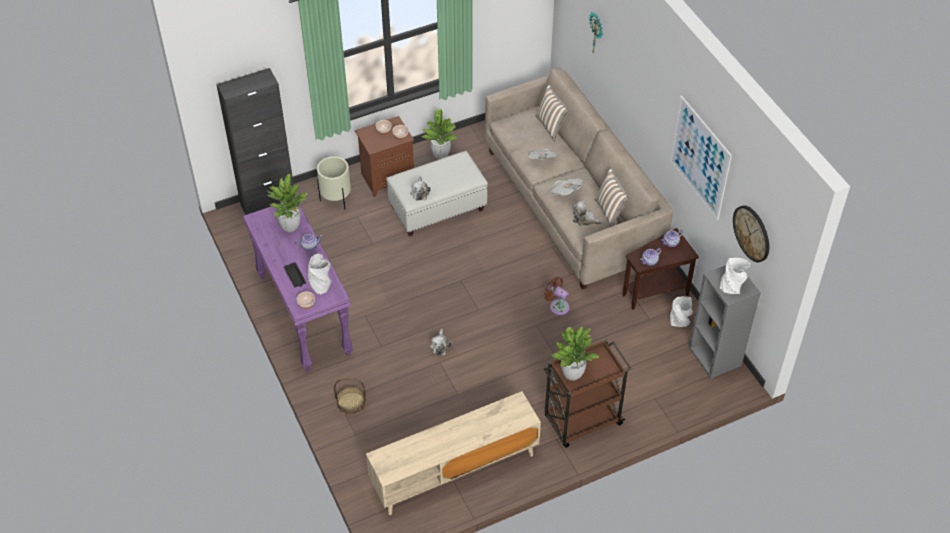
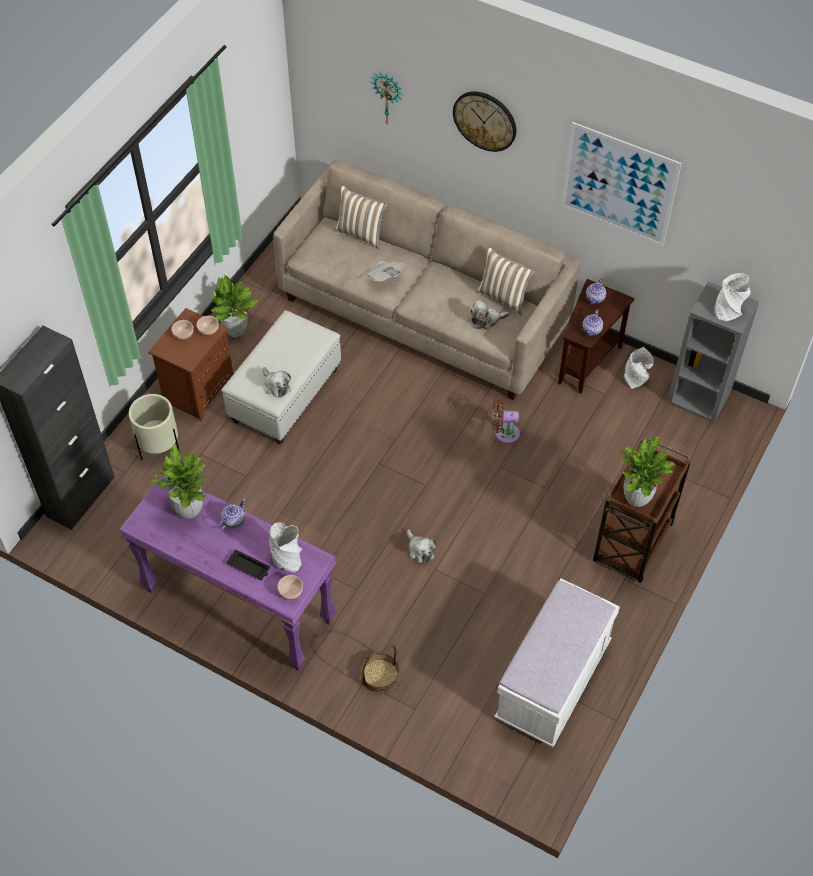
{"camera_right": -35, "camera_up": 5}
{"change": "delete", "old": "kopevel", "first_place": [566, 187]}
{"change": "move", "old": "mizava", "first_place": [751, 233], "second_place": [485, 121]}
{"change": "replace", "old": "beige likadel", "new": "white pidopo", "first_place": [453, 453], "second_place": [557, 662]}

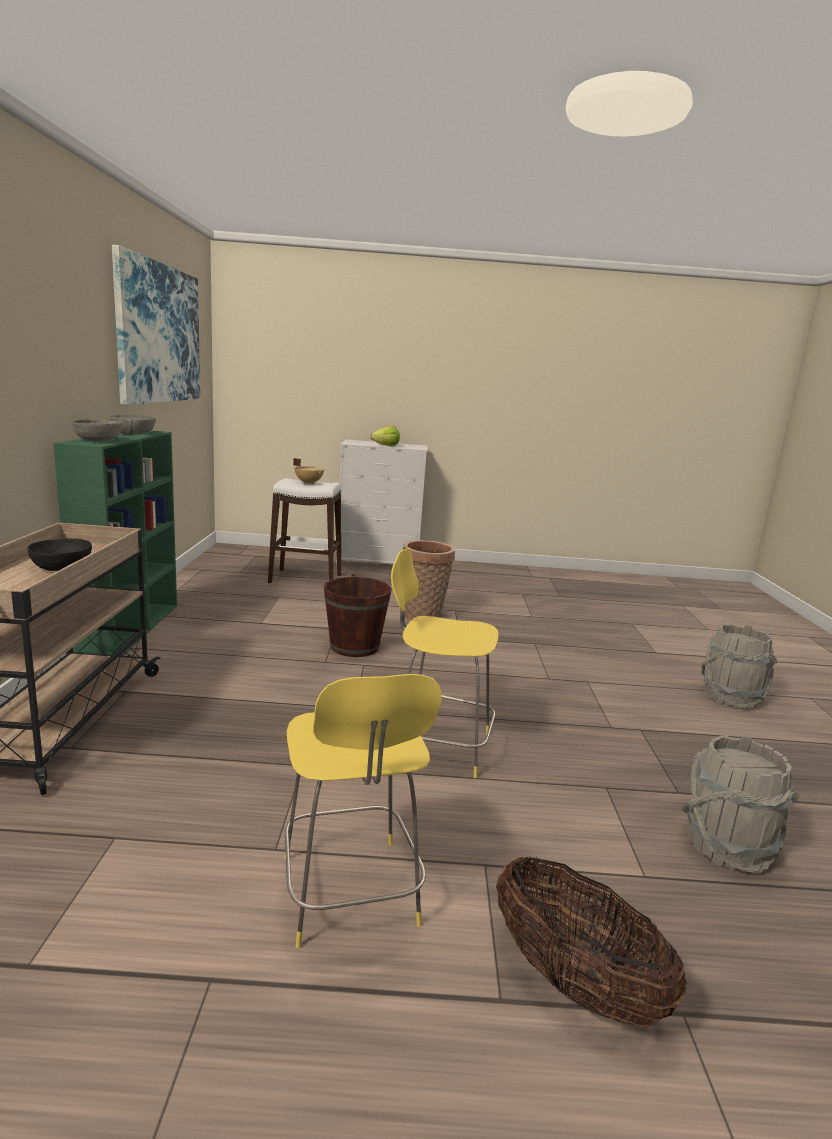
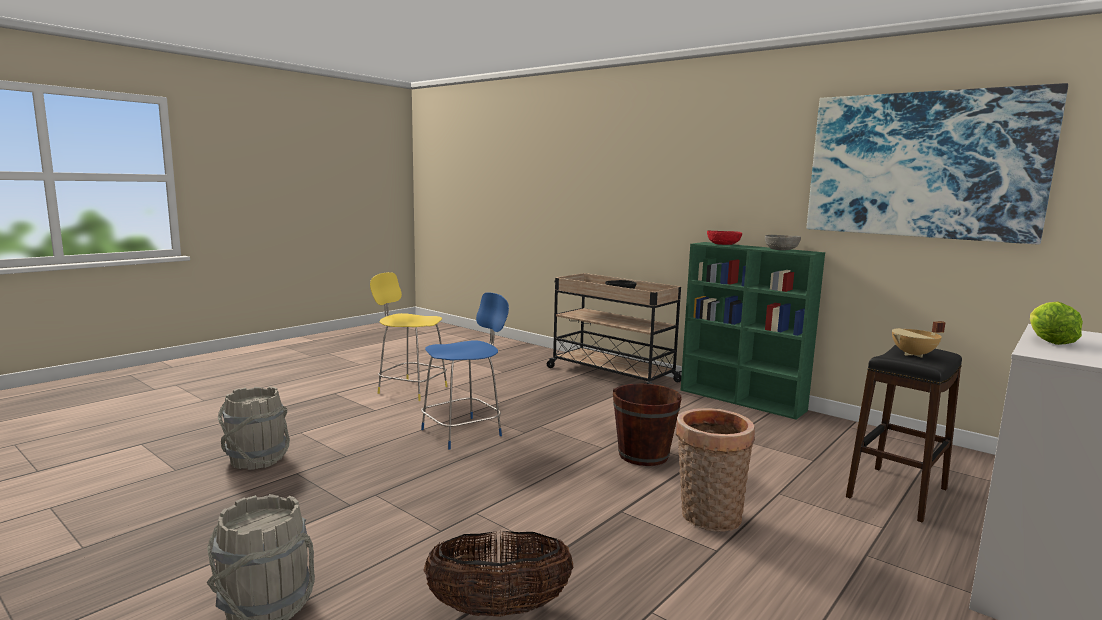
{"camera_right": 130, "camera_up": -5}
{"change": "recolor", "old": "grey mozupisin", "new": "red mozupisin", "first_place": [97, 430], "second_place": [724, 238]}
{"change": "recolor", "old": "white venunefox", "new": "black venunefox", "first_place": [304, 530], "second_place": [904, 434]}
{"change": "recolor", "old": "yellow venunefox", "new": "blue venunefox", "first_place": [445, 663], "second_place": [465, 370]}
{"change": "move", "old": "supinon", "first_place": [591, 941], "second_place": [498, 574]}

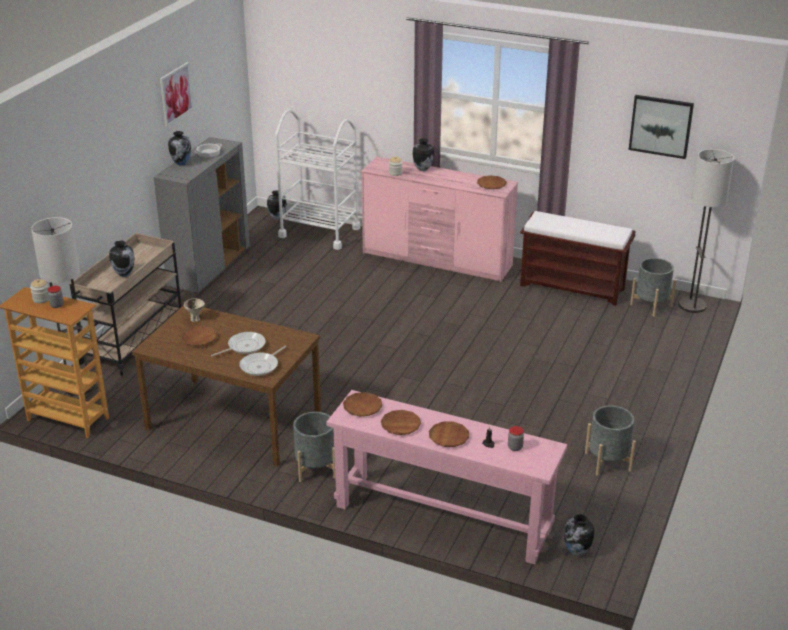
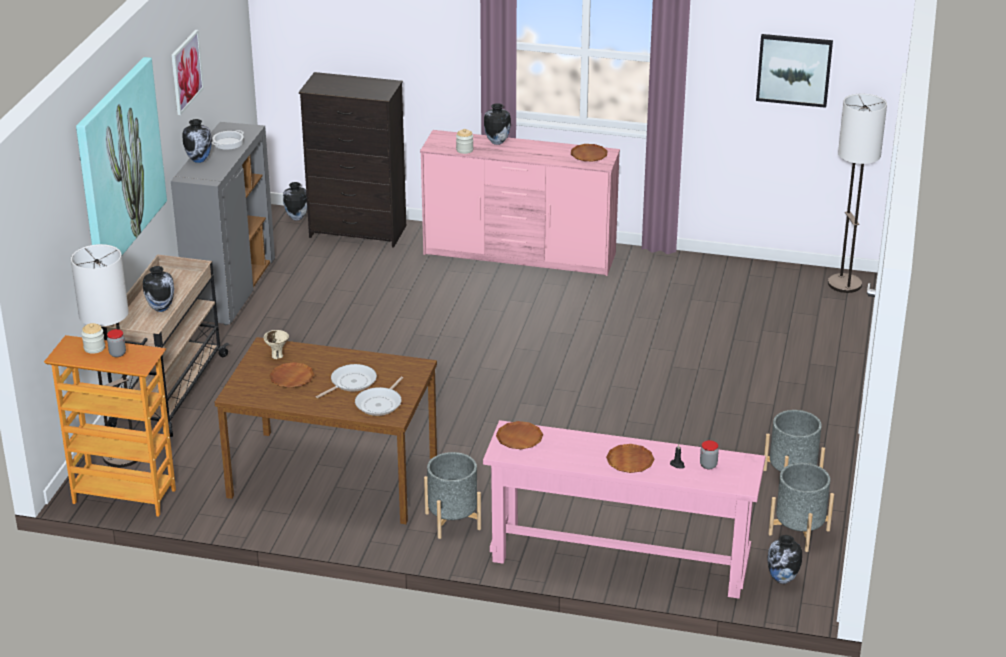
{"camera_right": -10, "camera_up": 0}
{"change": "replace", "old": "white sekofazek", "new": "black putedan", "first_place": [317, 179], "second_place": [352, 160]}
{"change": "delete", "old": "brown pidopo", "first_place": [578, 258]}
{"change": "move", "old": "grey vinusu", "first_place": [653, 287], "second_place": [801, 507]}
{"change": "delete", "old": "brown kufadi", "first_place": [401, 422]}
{"change": "insert", "new": "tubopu", "second_place": [121, 156]}

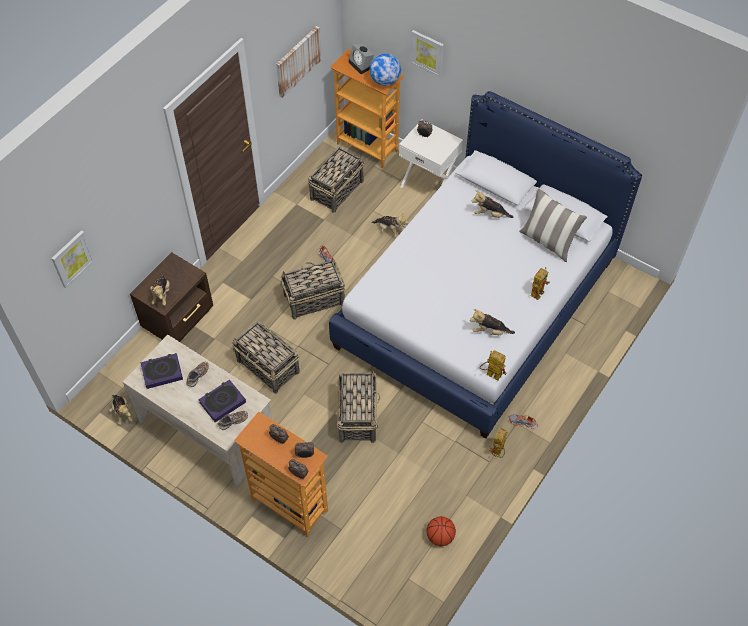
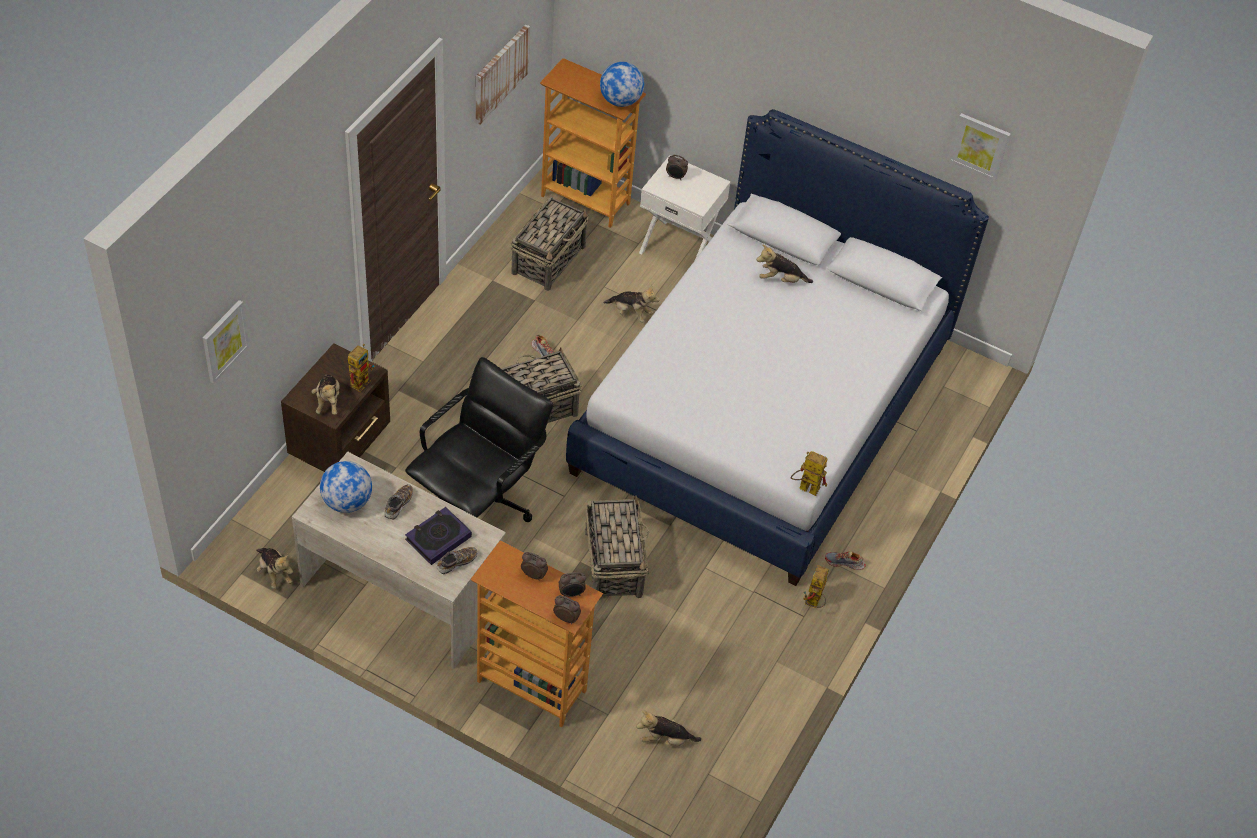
{"camera_right": -10, "camera_up": -5}
{"change": "move", "old": "tubopu", "first_place": [427, 53], "second_place": [979, 147]}
{"change": "delete", "old": "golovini", "first_place": [361, 58]}
{"change": "delete", "old": "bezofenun", "first_place": [553, 224]}
{"change": "move", "old": "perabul", "first_place": [540, 283], "second_place": [361, 368]}
{"change": "move", "old": "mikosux", "first_place": [492, 322], "second_place": [668, 728]}
{"change": "replace", "old": "supinon", "new": "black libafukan", "first_place": [266, 357], "second_place": [479, 439]}
{"change": "replace", "old": "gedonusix", "new": "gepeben", "first_place": [162, 371], "second_place": [346, 487]}
{"change": "delete", "old": "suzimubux", "first_place": [441, 531]}

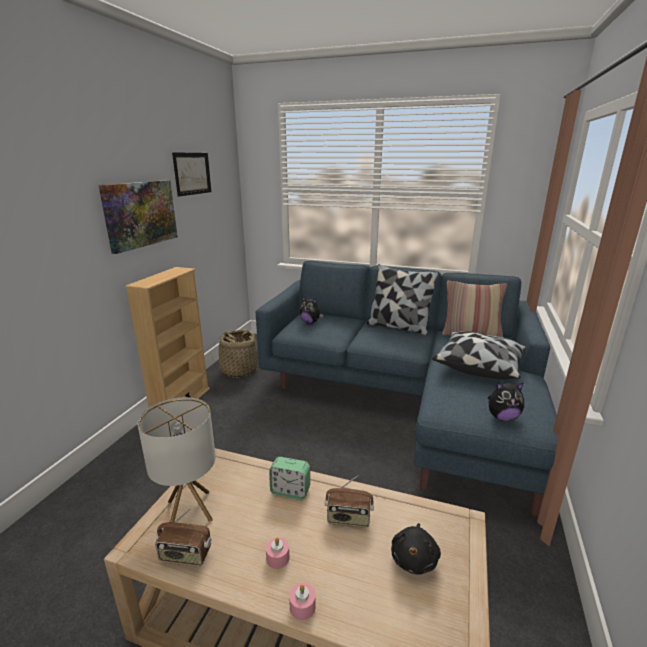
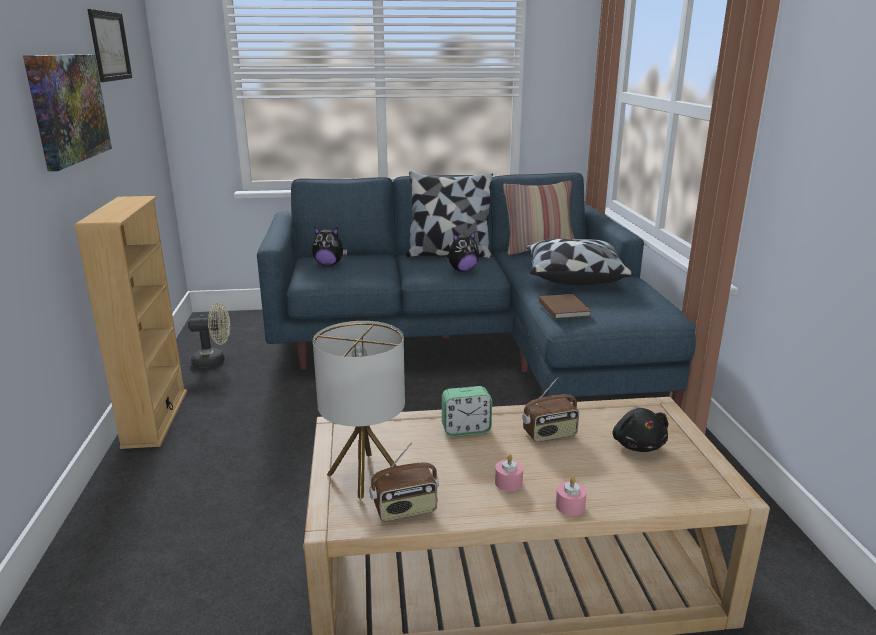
{"camera_right": -25, "camera_up": 0}
{"change": "replace", "old": "supinon", "new": "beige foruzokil", "first_place": [235, 354], "second_place": [209, 335]}
{"change": "move", "old": "mikosux", "first_place": [506, 402], "second_place": [463, 251]}
{"change": "insert", "new": "brown gedonusix", "second_place": [565, 306]}

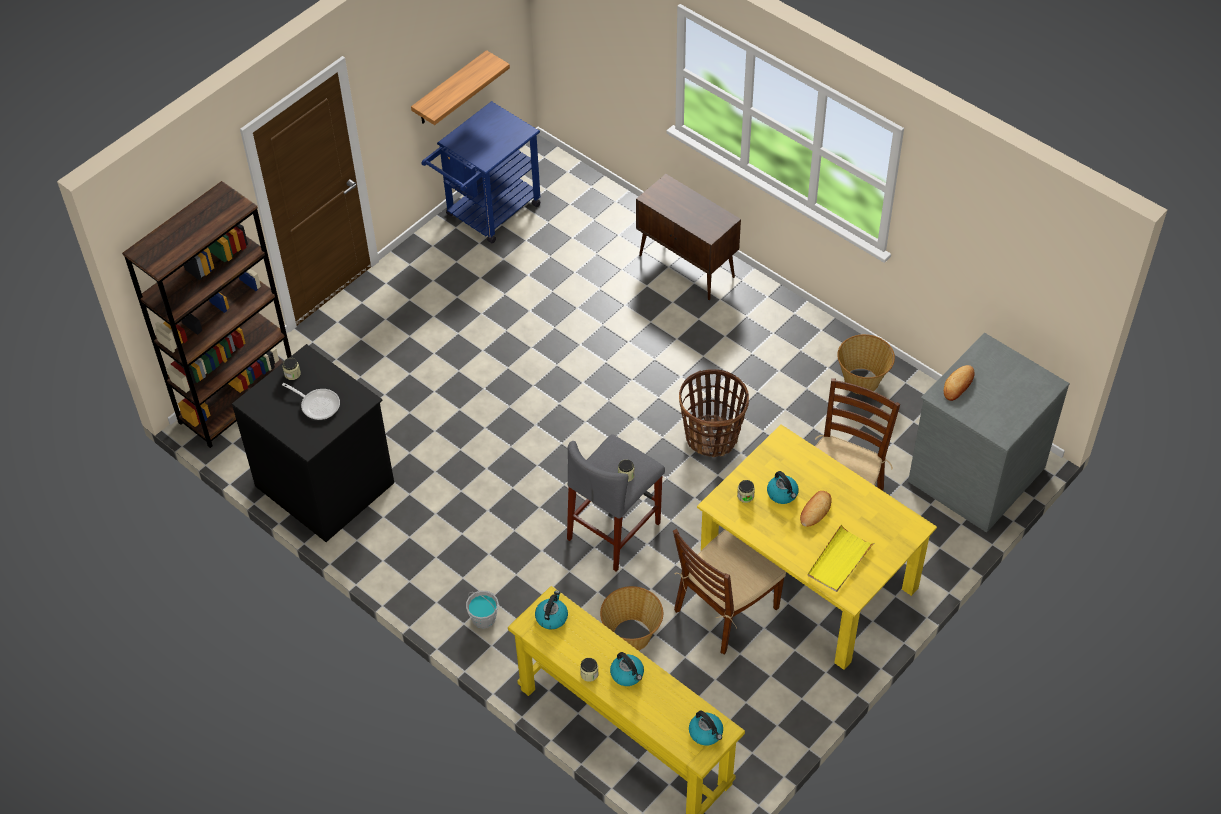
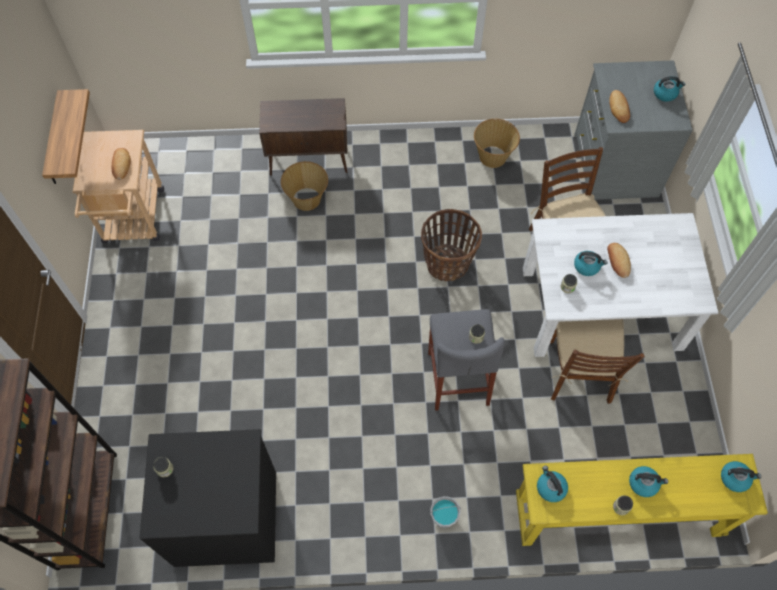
{"camera_right": -45, "camera_up": 10}
{"change": "recolor", "old": "blue sekofazek", "new": "beige sekofazek", "first_place": [480, 172], "second_place": [118, 186]}
{"change": "delete", "old": "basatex", "first_place": [311, 401]}
{"change": "recolor", "old": "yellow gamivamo", "new": "white gamivamo", "first_place": [817, 547], "second_place": [620, 285]}
{"change": "delete", "old": "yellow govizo", "first_place": [841, 558]}
{"change": "move", "old": "supinon", "first_place": [631, 618], "second_place": [304, 186]}
{"change": "insert", "new": "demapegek", "second_place": [669, 89]}
{"change": "insert", "new": "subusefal", "second_place": [121, 164]}

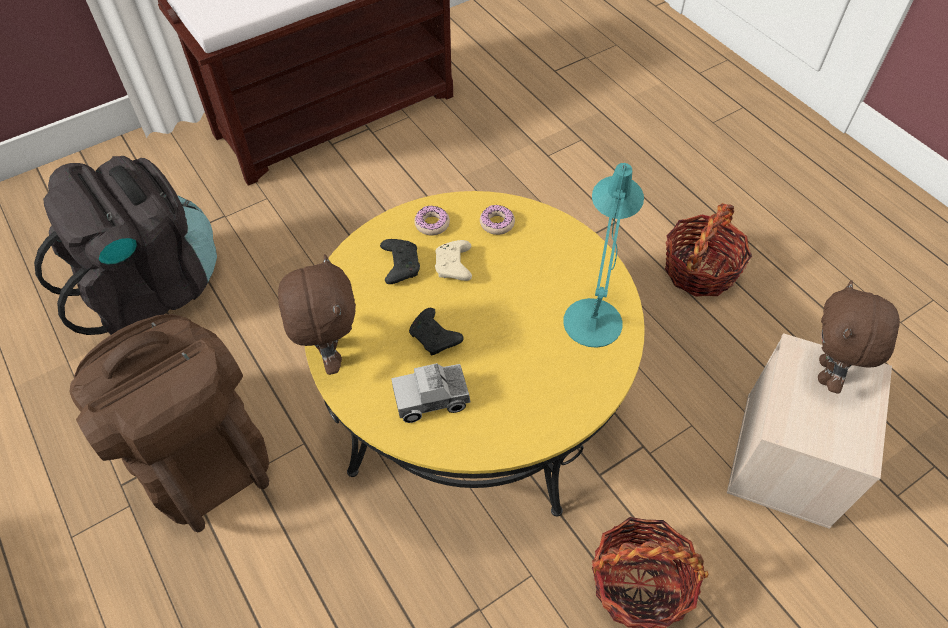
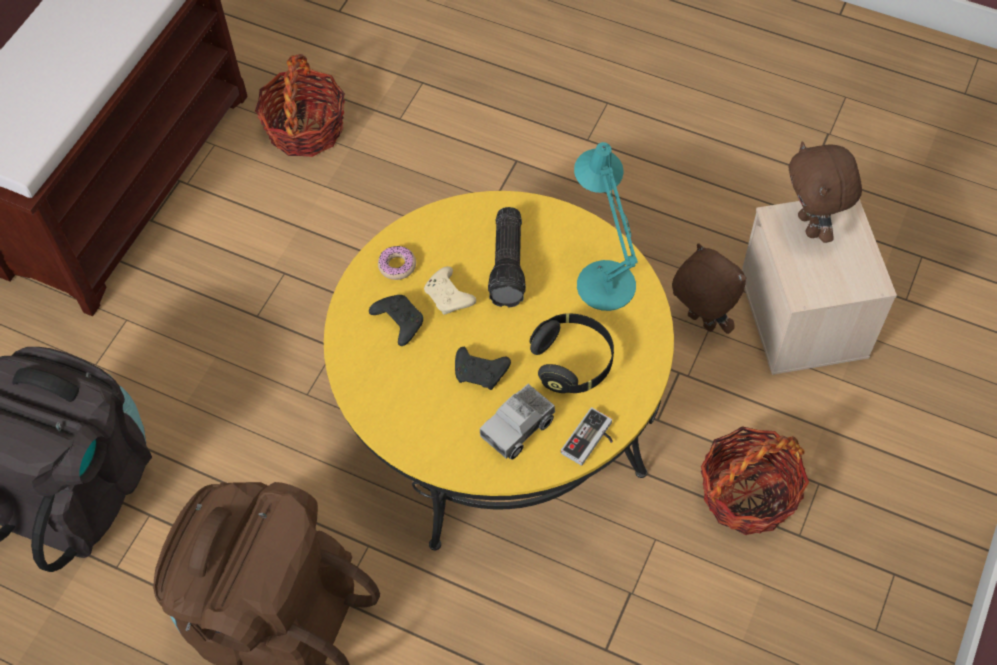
{"camera_right": -30, "camera_up": 5}
{"change": "move", "old": "supinon", "first_place": [708, 250], "second_place": [300, 105]}
{"change": "delete", "old": "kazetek", "first_place": [497, 220]}
{"change": "move", "old": "brown mikosux", "first_place": [317, 314], "second_place": [709, 288]}
{"change": "insert", "new": "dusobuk", "second_place": [507, 257]}
{"change": "insert", "new": "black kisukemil", "second_place": [571, 353]}
{"change": "insert", "new": "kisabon", "second_place": [587, 436]}

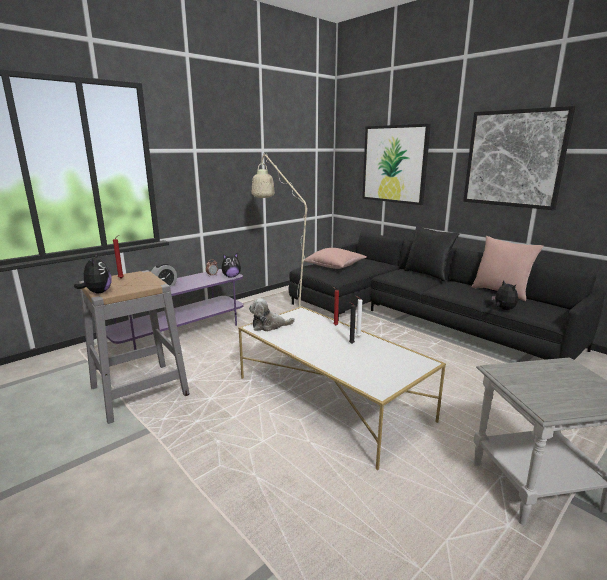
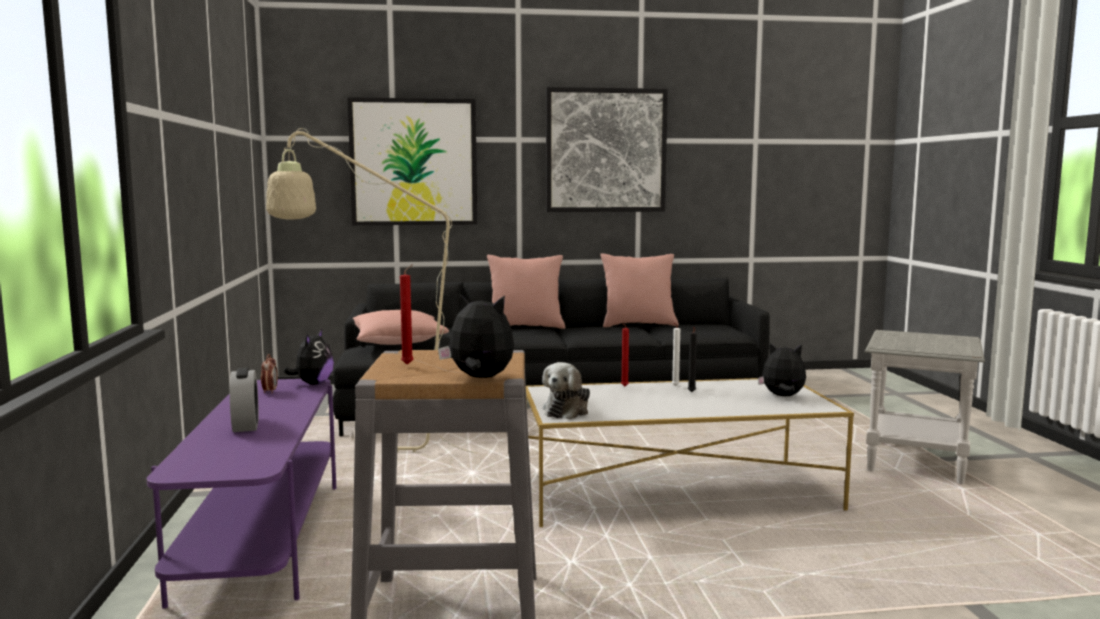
{"camera_right": -55, "camera_up": -10}
{"change": "recolor", "old": "black bezofenun", "new": "pink bezofenun", "first_place": [432, 253], "second_place": [526, 292]}
{"change": "move", "old": "mikosux", "first_place": [504, 295], "second_place": [782, 369]}

